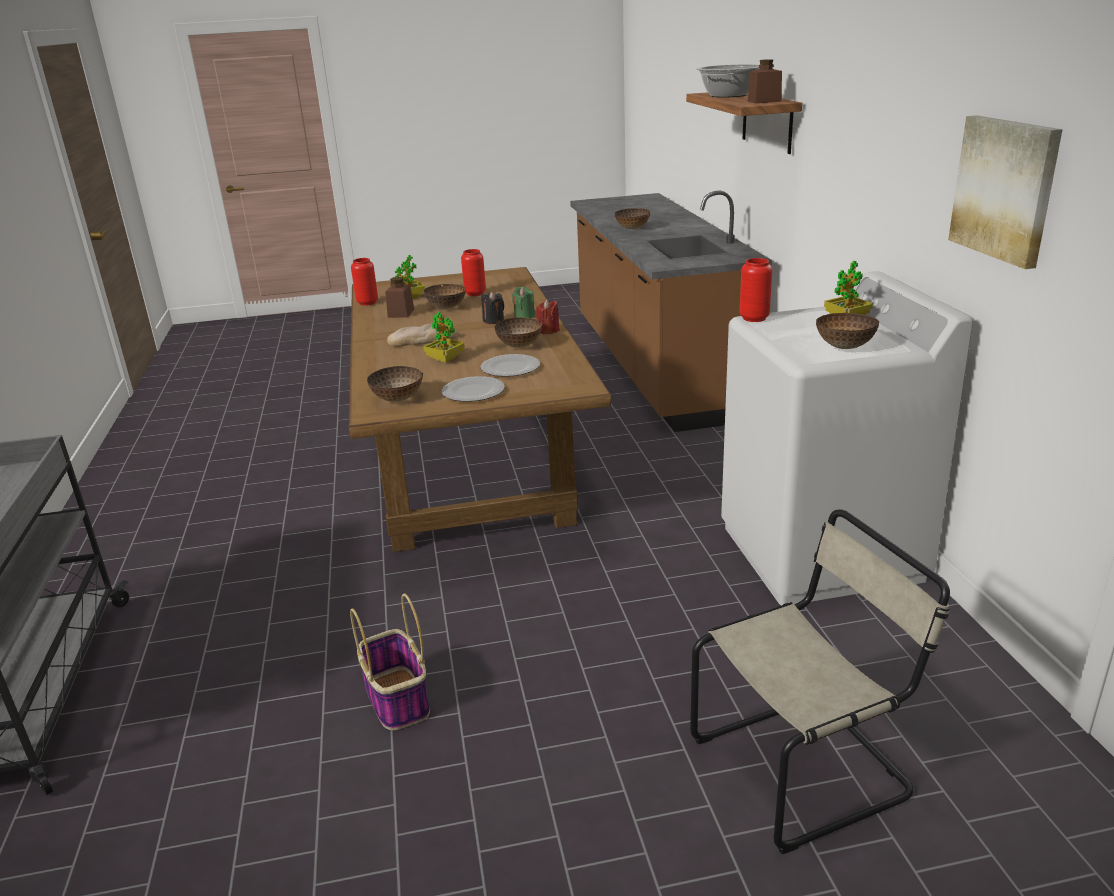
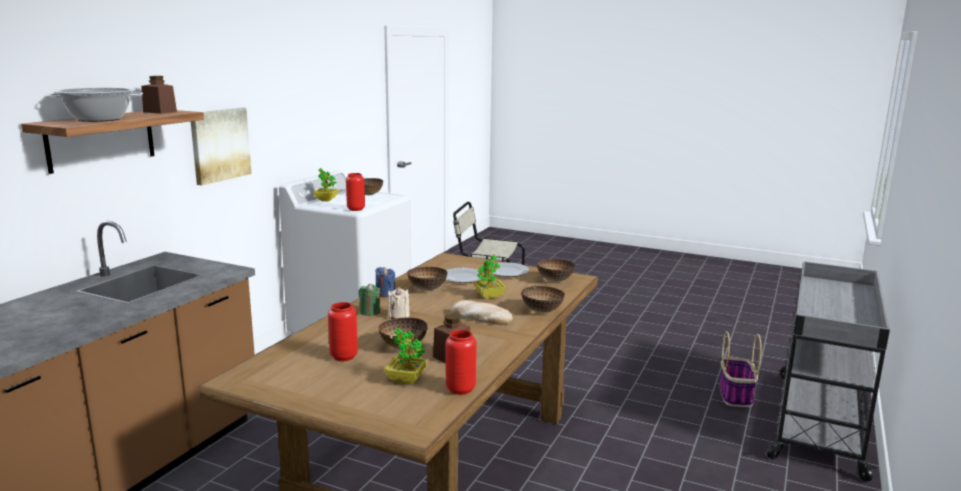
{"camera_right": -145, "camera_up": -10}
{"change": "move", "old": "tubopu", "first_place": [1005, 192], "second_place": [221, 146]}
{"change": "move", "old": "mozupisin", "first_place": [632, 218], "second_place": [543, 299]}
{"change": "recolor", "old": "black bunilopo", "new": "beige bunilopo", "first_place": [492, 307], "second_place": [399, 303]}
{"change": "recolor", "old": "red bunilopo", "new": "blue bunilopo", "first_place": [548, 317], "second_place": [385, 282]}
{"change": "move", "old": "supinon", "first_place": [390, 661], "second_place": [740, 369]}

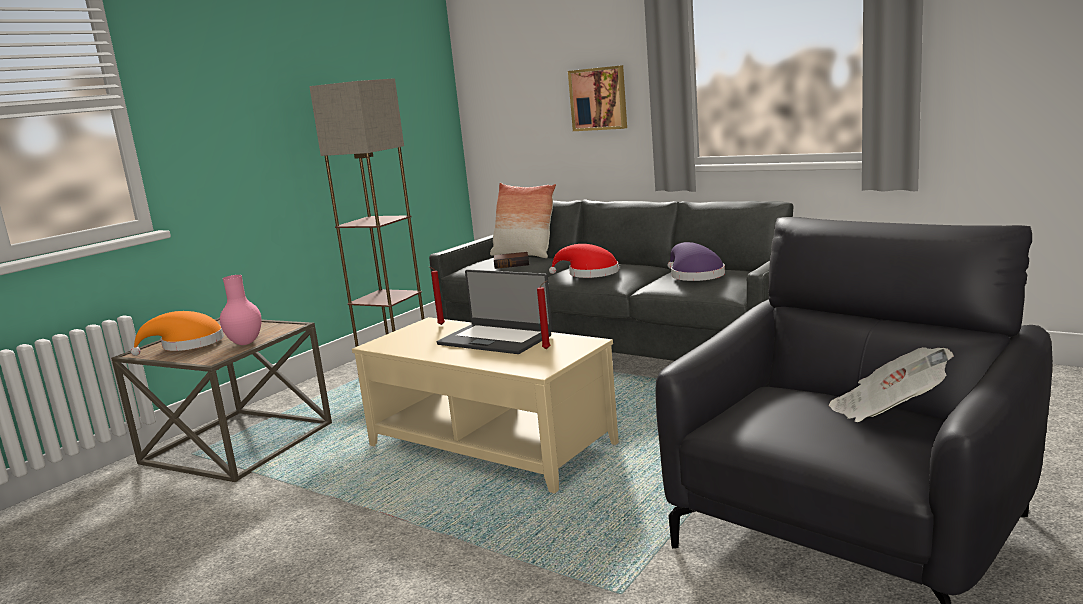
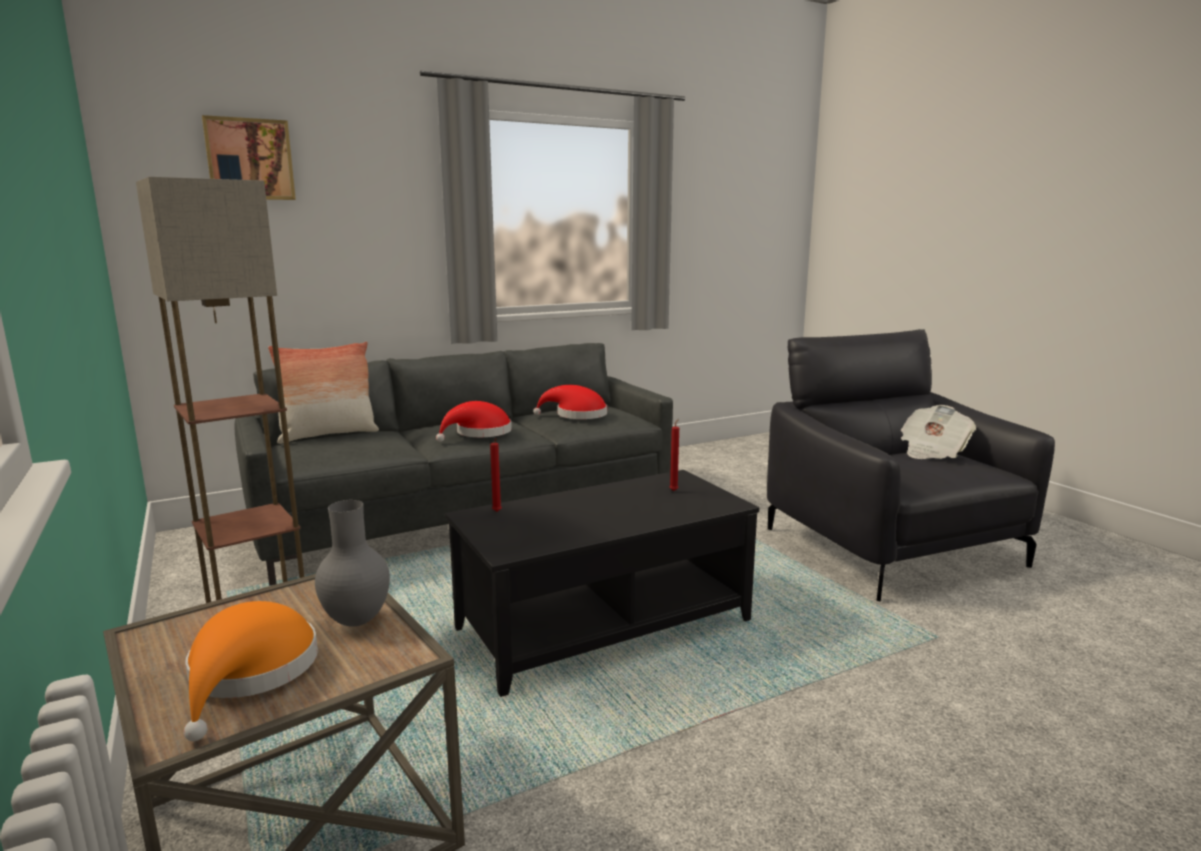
{"camera_right": -65, "camera_up": 0}
{"change": "move", "old": "tubopu", "first_place": [597, 98], "second_place": [249, 157]}
{"change": "recolor", "old": "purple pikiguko", "new": "red pikiguko", "first_place": [696, 261], "second_place": [570, 402]}
{"change": "delete", "old": "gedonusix", "first_place": [511, 260]}
{"change": "delete", "old": "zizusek", "first_place": [495, 312]}
{"change": "recolor", "old": "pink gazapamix", "new": "grey gazapamix", "first_place": [241, 310], "second_place": [352, 563]}
{"change": "recolor", "old": "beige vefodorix", "new": "black vefodorix", "first_place": [485, 405], "second_place": [602, 583]}

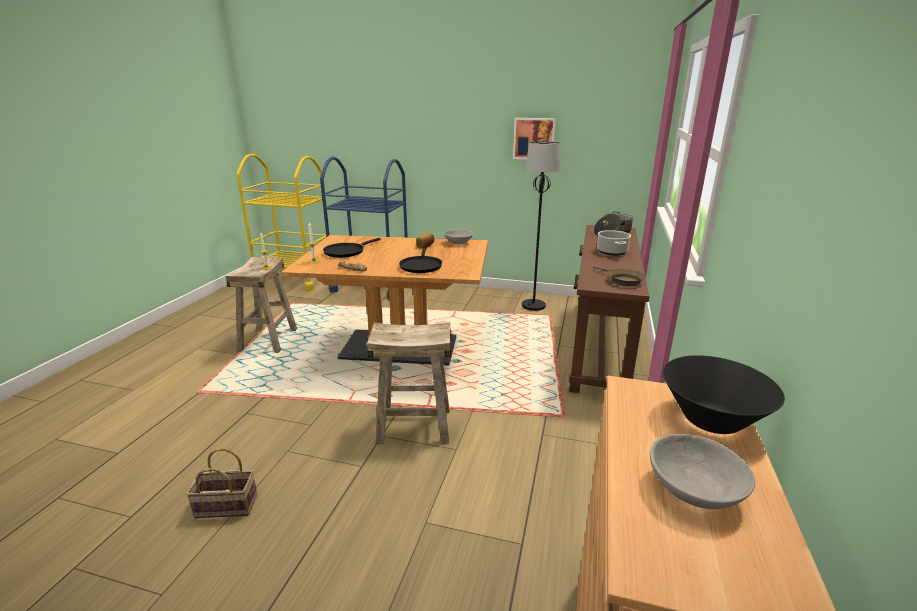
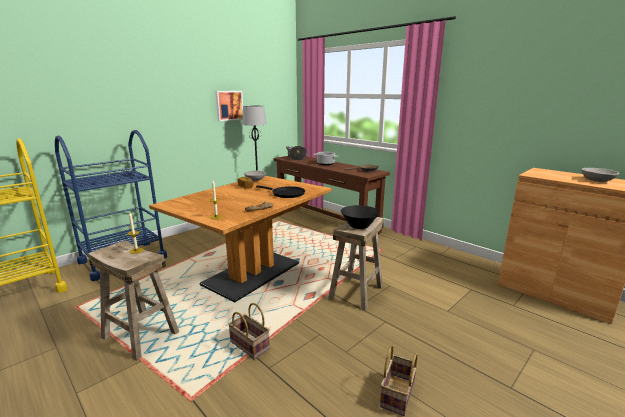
{"camera_right": -60, "camera_up": -5}
{"change": "delete", "old": "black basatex", "first_place": [352, 248]}
{"change": "move", "old": "black mozupisin", "first_place": [724, 394], "second_place": [360, 217]}
{"change": "insert", "new": "supinon", "second_place": [249, 331]}

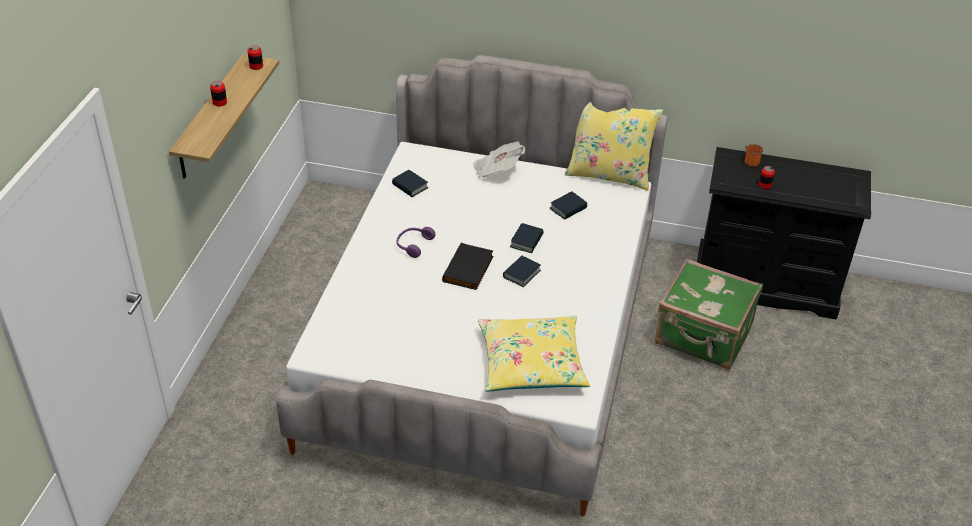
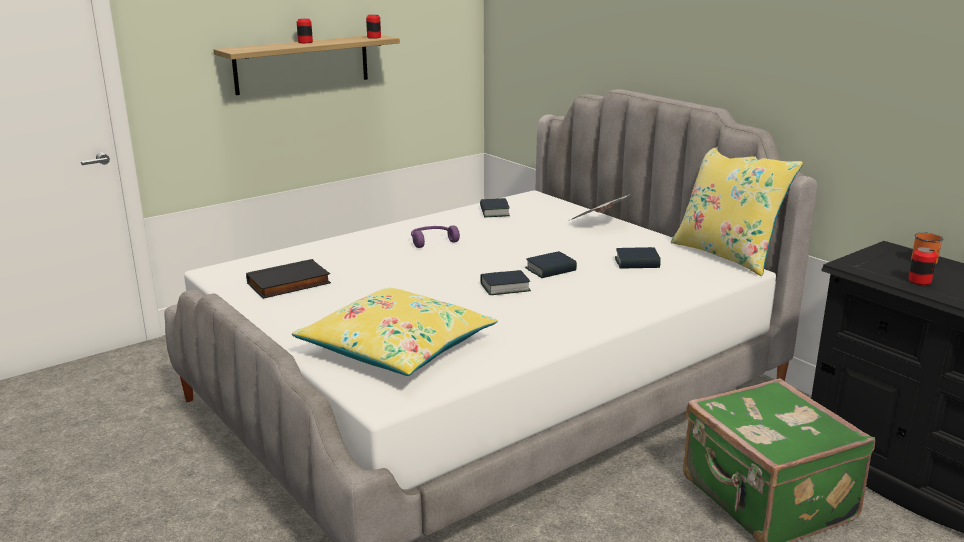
{"camera_right": 40, "camera_up": -20}
{"change": "move", "old": "black gedonusix", "first_place": [467, 266], "second_place": [288, 279]}

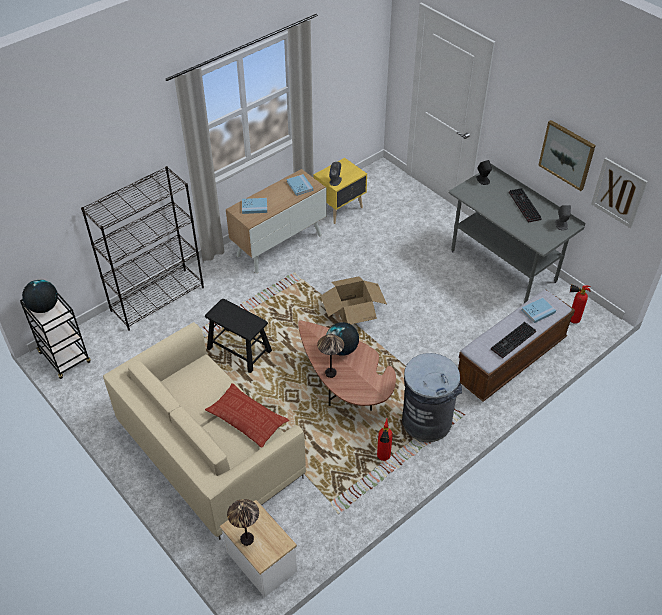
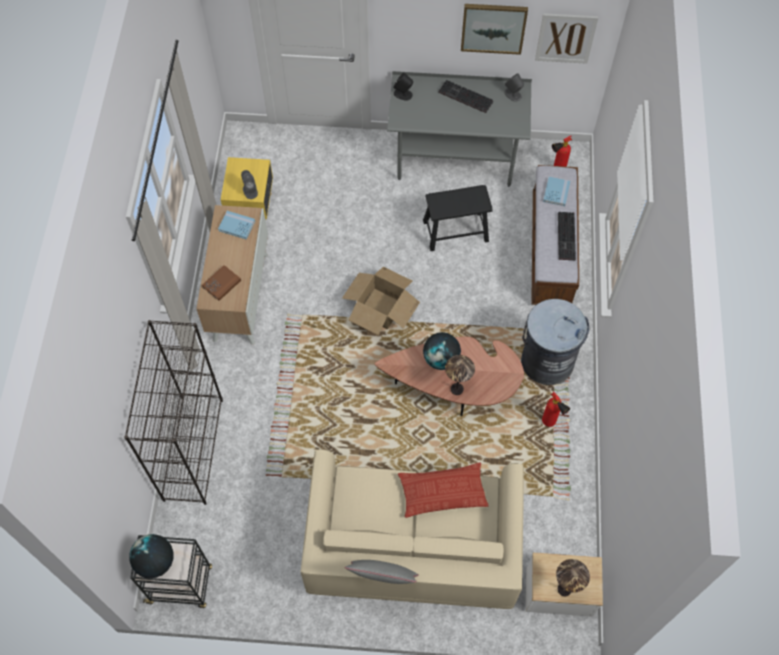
{"camera_right": -45, "camera_up": 15}
{"change": "recolor", "old": "blue gedonusix", "new": "brown gedonusix", "first_place": [254, 206], "second_place": [221, 283]}
{"change": "move", "old": "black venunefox", "first_place": [238, 336], "second_place": [458, 218]}
{"change": "insert", "new": "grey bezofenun", "second_place": [381, 572]}

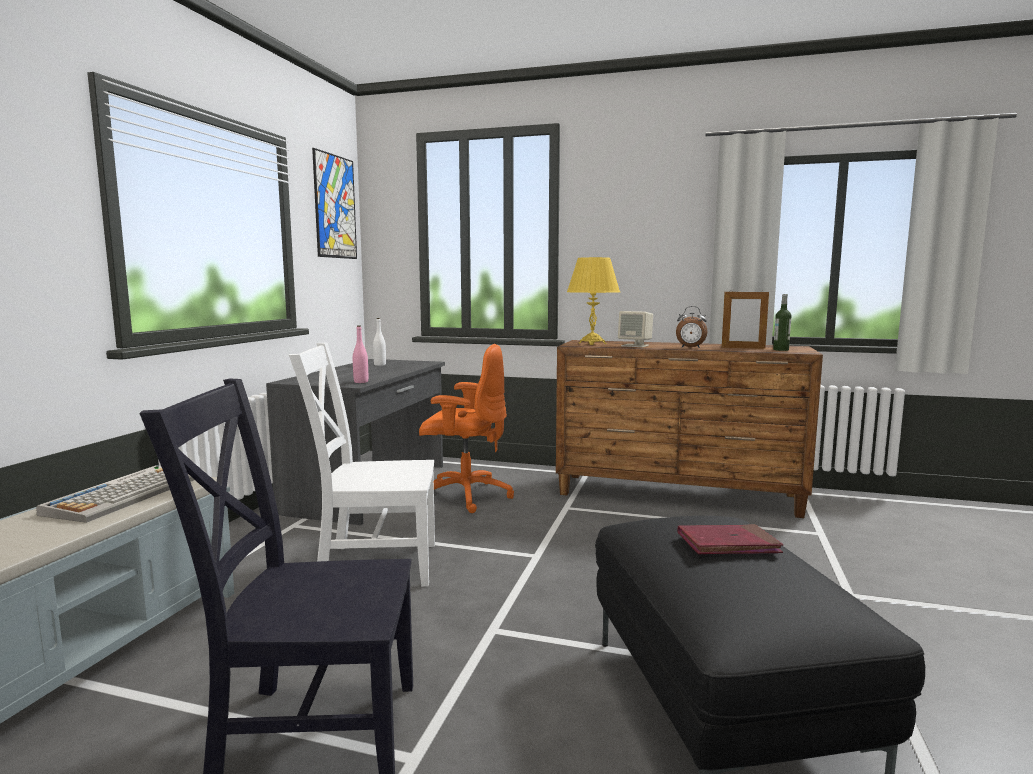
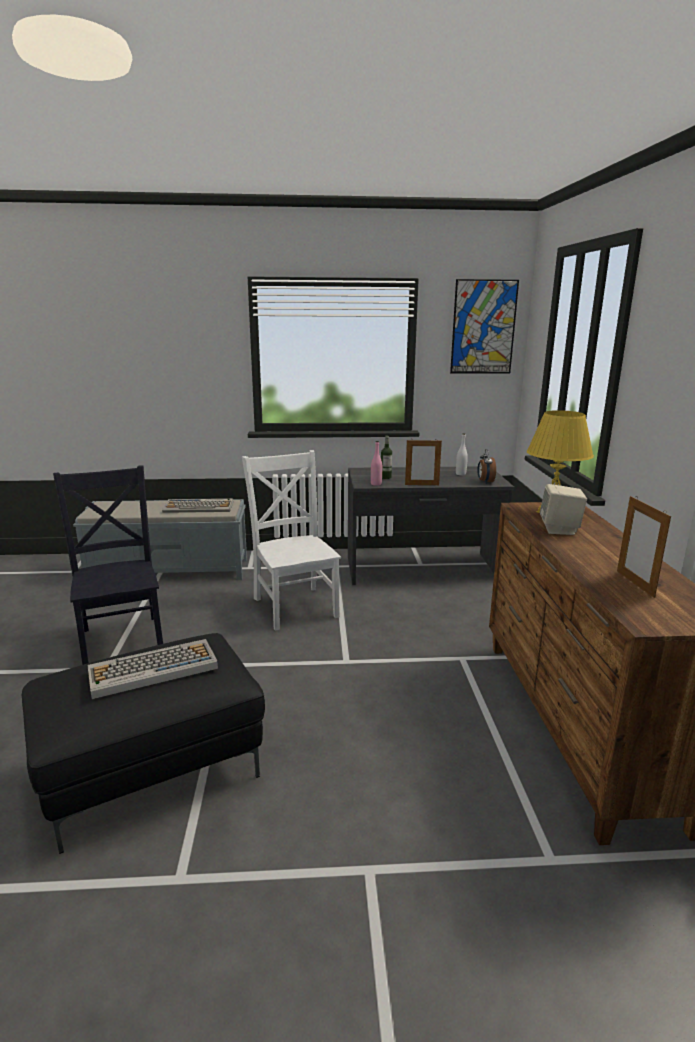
{"camera_right": 70, "camera_up": 10}
{"change": "move", "old": "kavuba", "first_place": [782, 322], "second_place": [386, 457]}
{"change": "move", "old": "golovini", "first_place": [691, 327], "second_place": [486, 466]}
{"change": "delete", "old": "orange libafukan", "first_place": [466, 428]}
{"change": "replace", "old": "red gedonusix", "new": "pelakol", "first_place": [730, 539], "second_place": [153, 669]}
{"change": "insert", "new": "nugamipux", "second_place": [423, 462]}

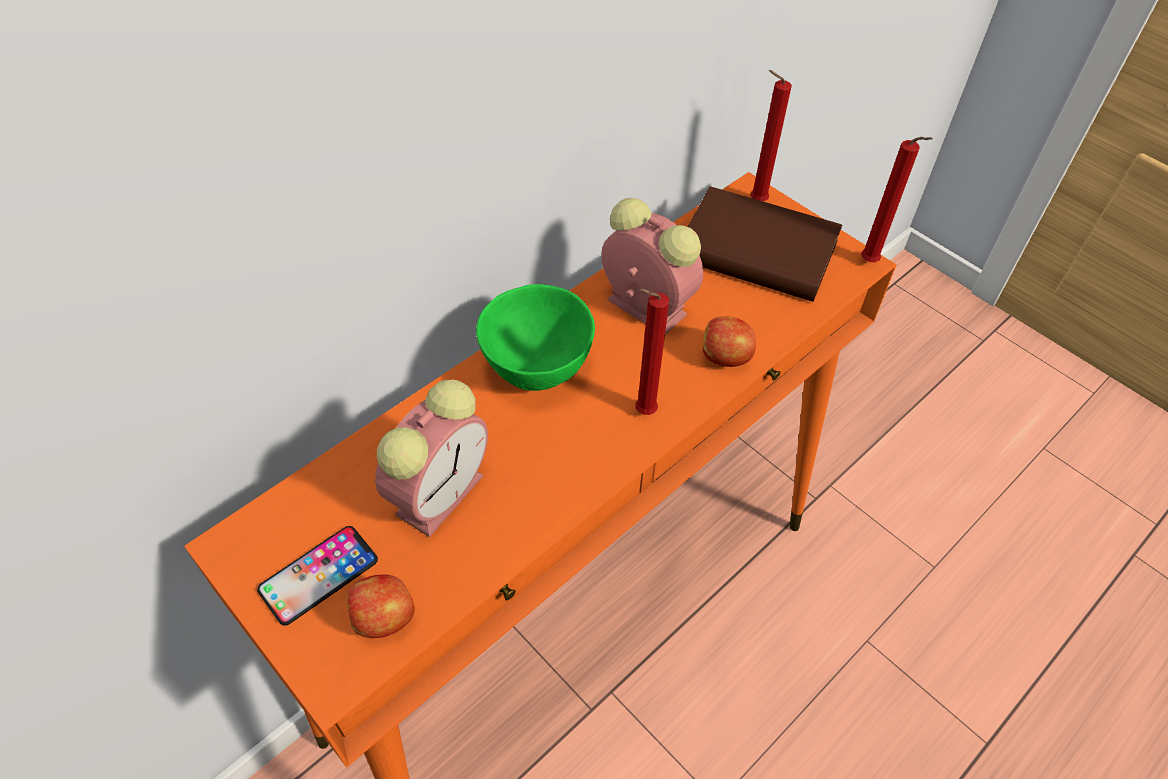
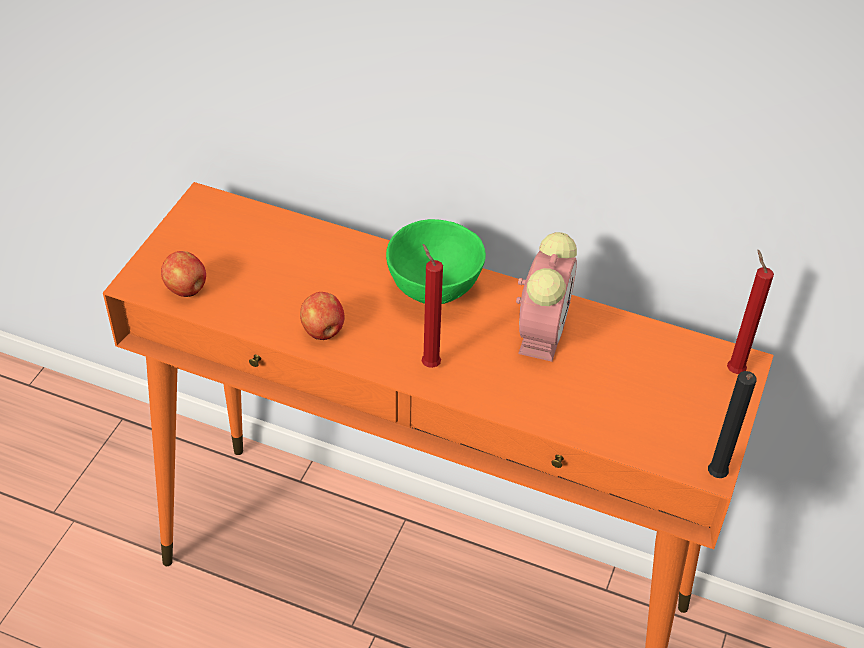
{"camera_right": 65, "camera_up": -5}
{"change": "recolor", "old": "red bunilopo", "new": "black bunilopo", "first_place": [897, 199], "second_place": [732, 424]}
{"change": "delete", "old": "brown gedonusix", "first_place": [765, 244]}
{"change": "move", "old": "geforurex", "first_place": [729, 341], "second_place": [322, 316]}
{"change": "delete", "old": "golovini", "first_place": [431, 458]}
{"change": "delete", "old": "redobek", "first_place": [317, 576]}

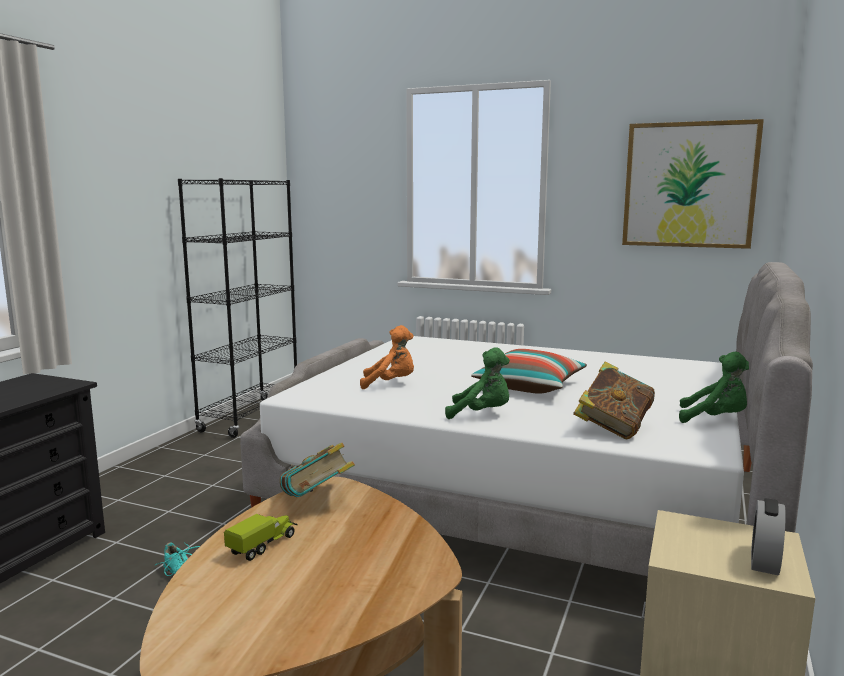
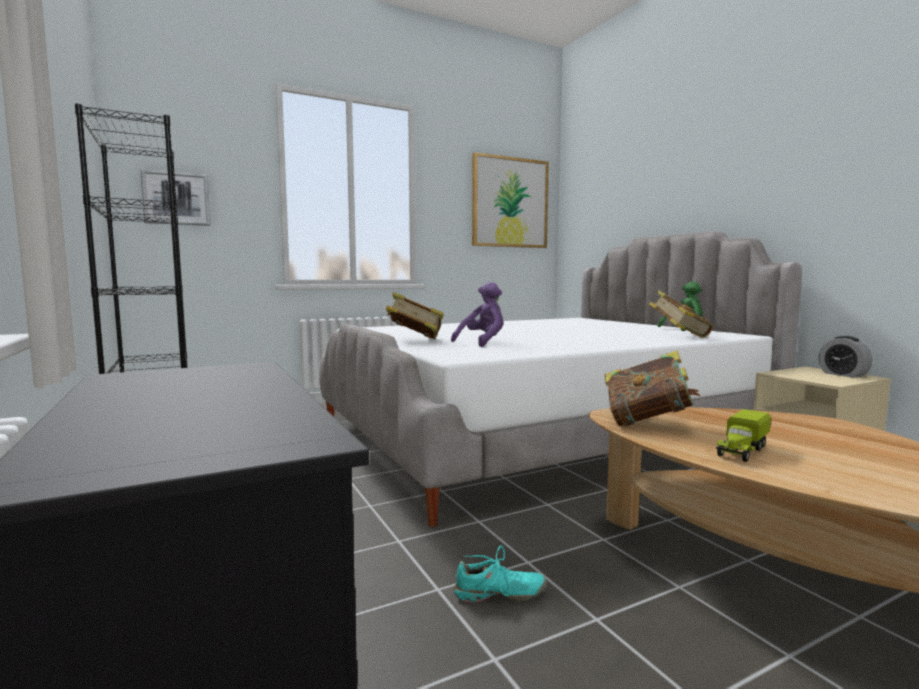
{"camera_right": -50, "camera_up": -5}
{"change": "recolor", "old": "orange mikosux", "new": "purple mikosux", "first_place": [387, 357], "second_place": [477, 314]}
{"change": "delete", "old": "green mikosux", "first_place": [477, 383]}
{"change": "delete", "old": "bezofenun", "first_place": [529, 371]}
{"change": "rotate", "old": "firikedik", "first_place": [260, 537], "second_place": [743, 435], "degrees": -120}
{"change": "insert", "new": "tubopu", "second_place": [175, 197]}
{"change": "insert", "new": "gedonusix", "second_place": [414, 315]}

